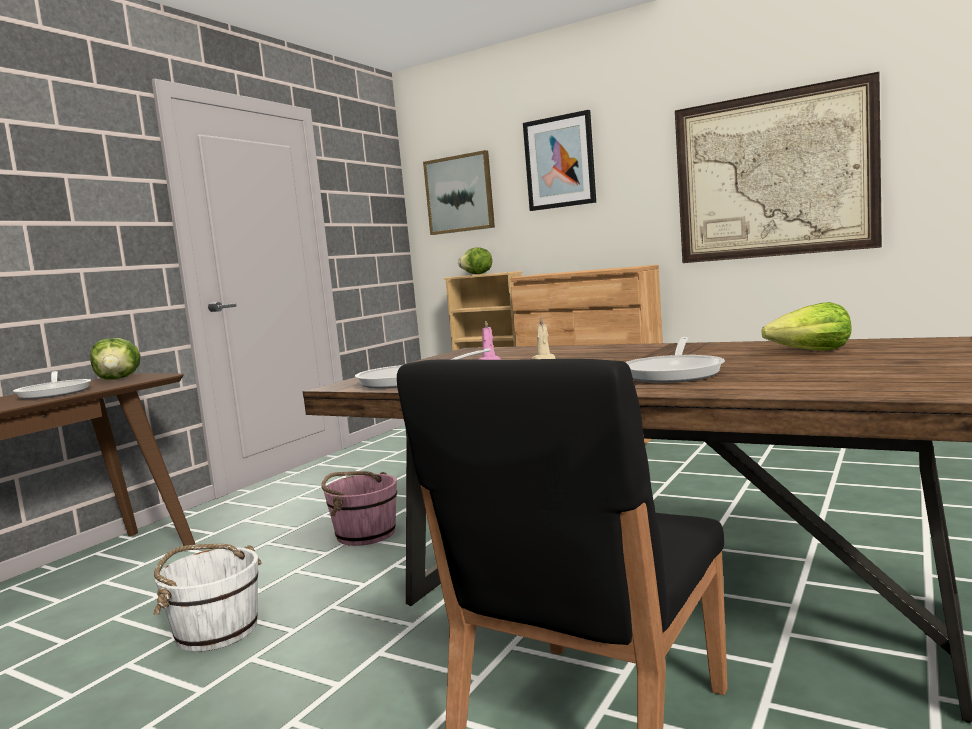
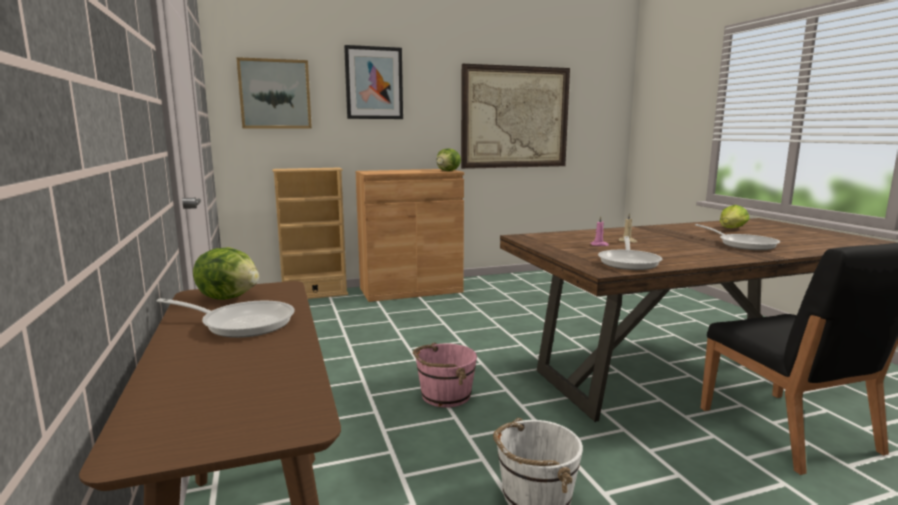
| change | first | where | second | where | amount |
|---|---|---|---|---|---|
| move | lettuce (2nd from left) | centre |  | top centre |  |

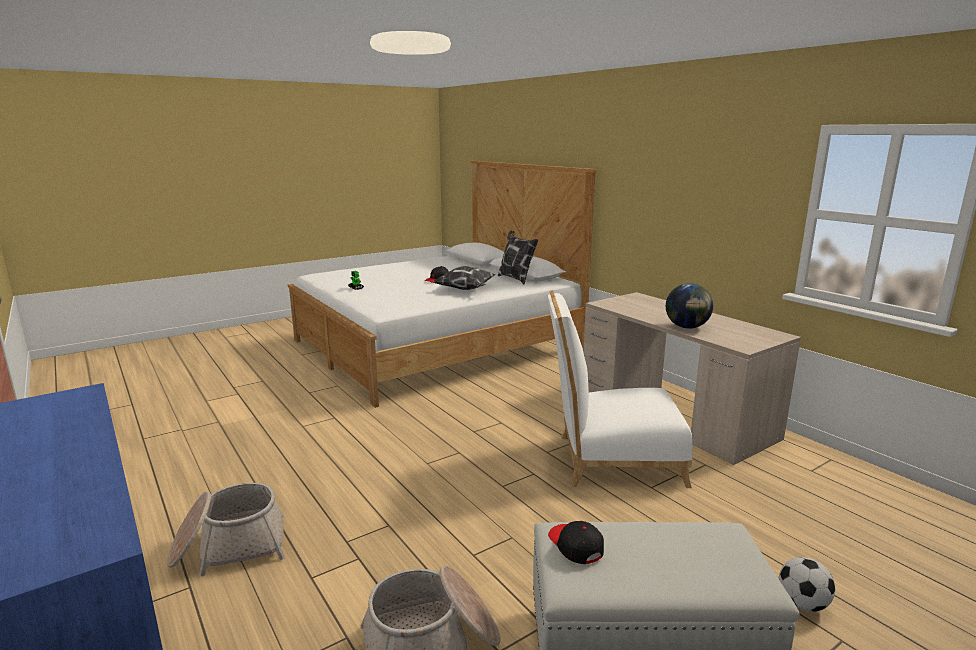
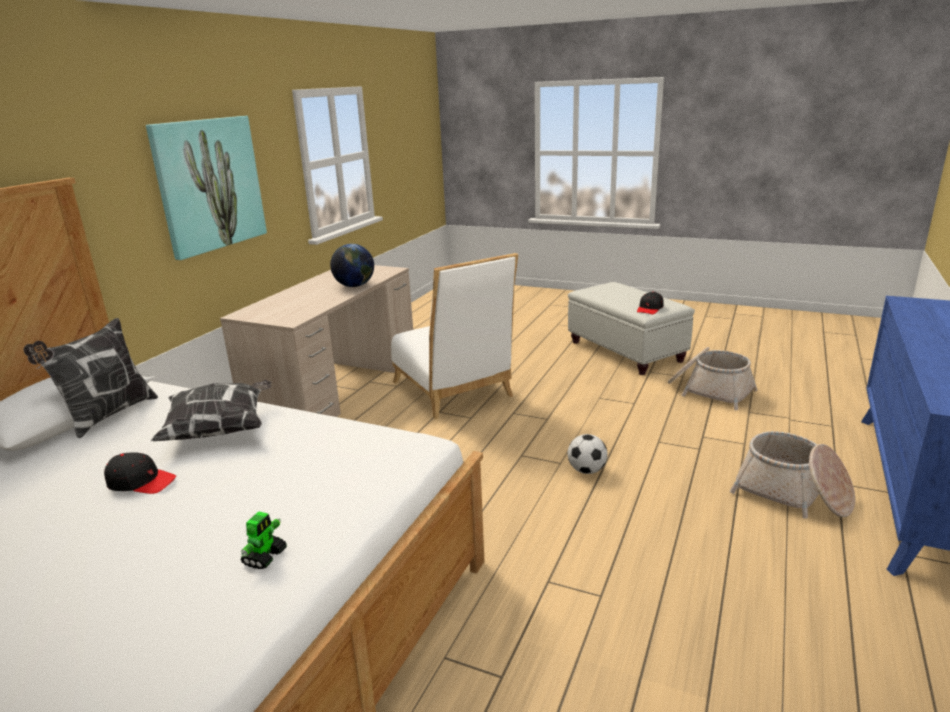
| change | first | where | second | where | amount |
|---|---|---|---|---|---|
| move | ball for football | bottom right |  | centre |  |
| insert |  |  | wall picture | top left |  |

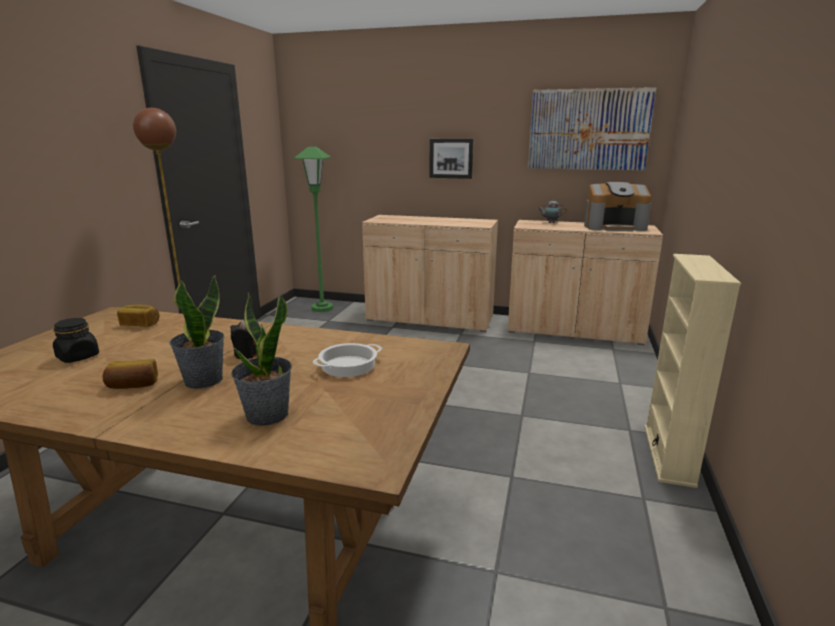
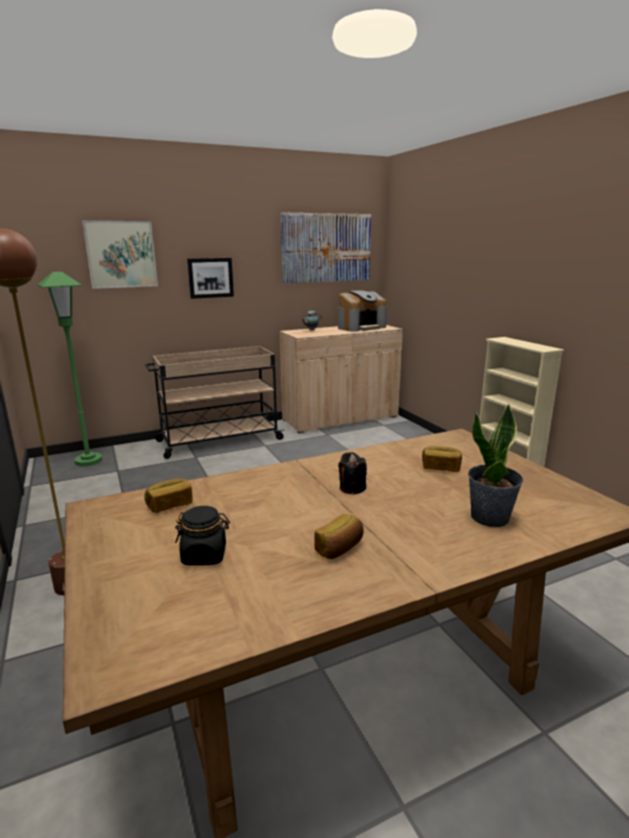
| change | first | where | second | where | amount |
|---|---|---|---|---|---|
| replace | beige-coloured storage cabinet (1st from left) | centre | beige-coloured cart | centre |  |
| delete | plant in a pot (1st from left) | middle left |  |  |  |
| replace | saucepot | centre | bread (3rd from left) | middle right |  |
| insert |  |  | wall picture (1st from left) | top left |  |

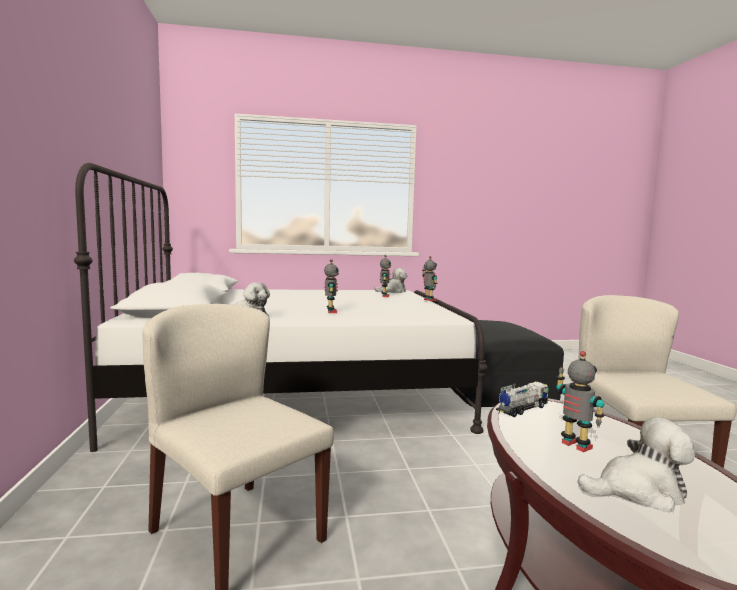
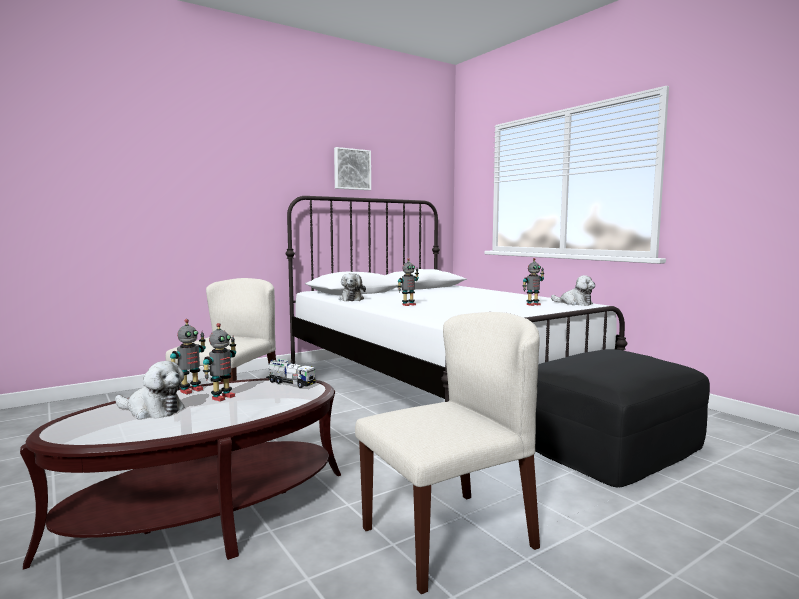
| change | first | where | second | where | amount |
|---|---|---|---|---|---|
| move | model robot (3rd from left in the first image) | centre | model robot (1st from left) | middle left |  |
| rotate | soft toy (3rd from left in the first image) | bottom right | soft toy (1st from left) | middle left | 45 degrees counterclockwise |
| insert |  |  | wall picture | top centre |  |

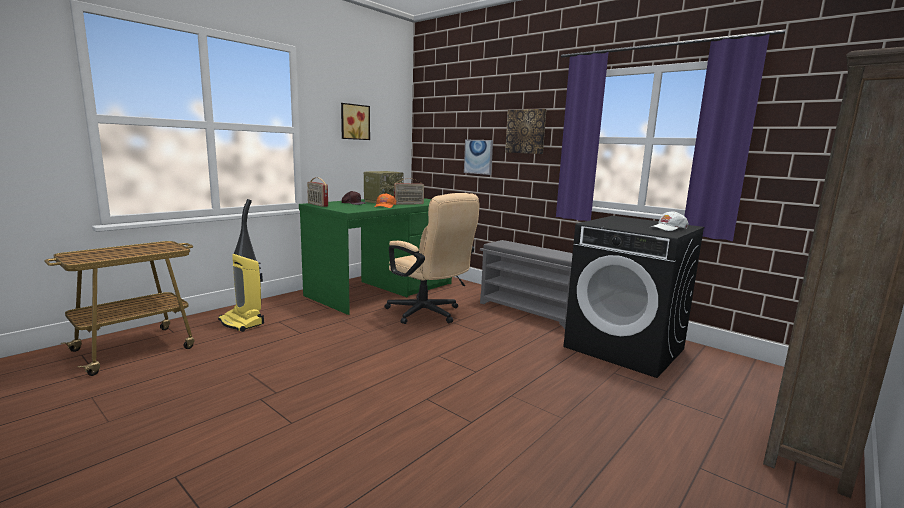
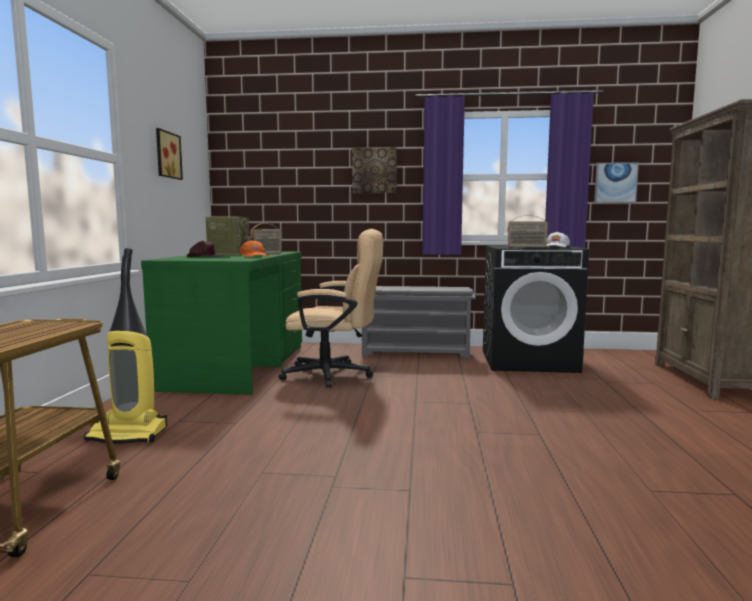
| change | first | where | second | where | amount |
|---|---|---|---|---|---|
| move | wall picture (2nd from left in the first image) | top centre | wall picture (3rd from left) | top right |  |
| move | radio receiver (1st from left in the first image) | centre | radio receiver (3rd from left) | middle right |  |

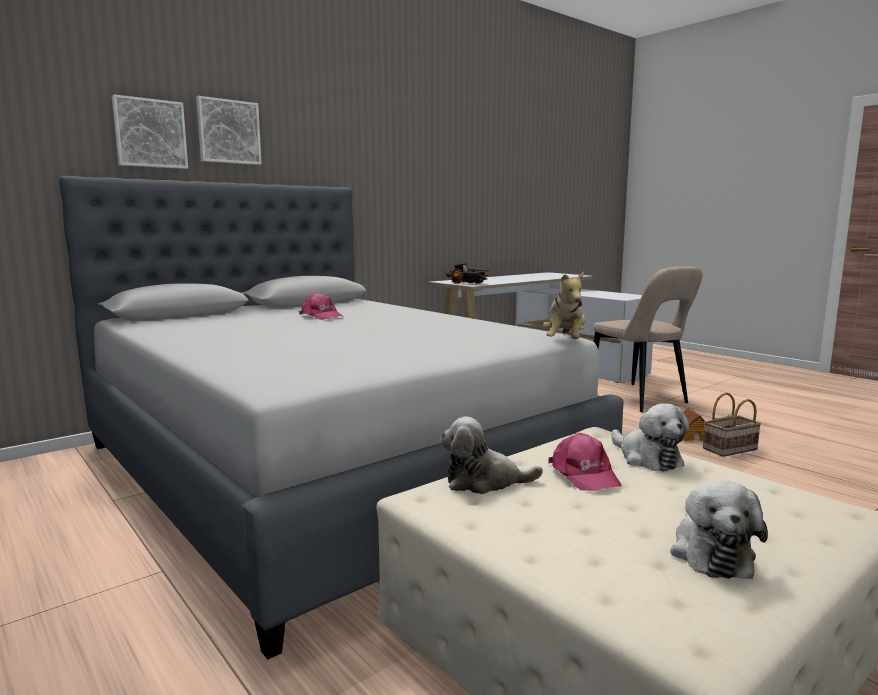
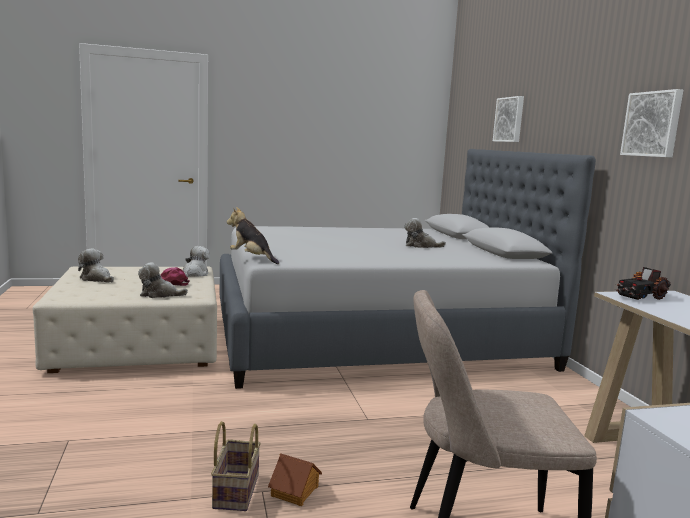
| change | first | where | second | where | amount |
|---|---|---|---|---|---|
| move | wall picture (2nd from left) | top left |  | top right |  |
| replace | pink peaked cap (1st from left) | centre | soft toy (5th from left) | centre |  |

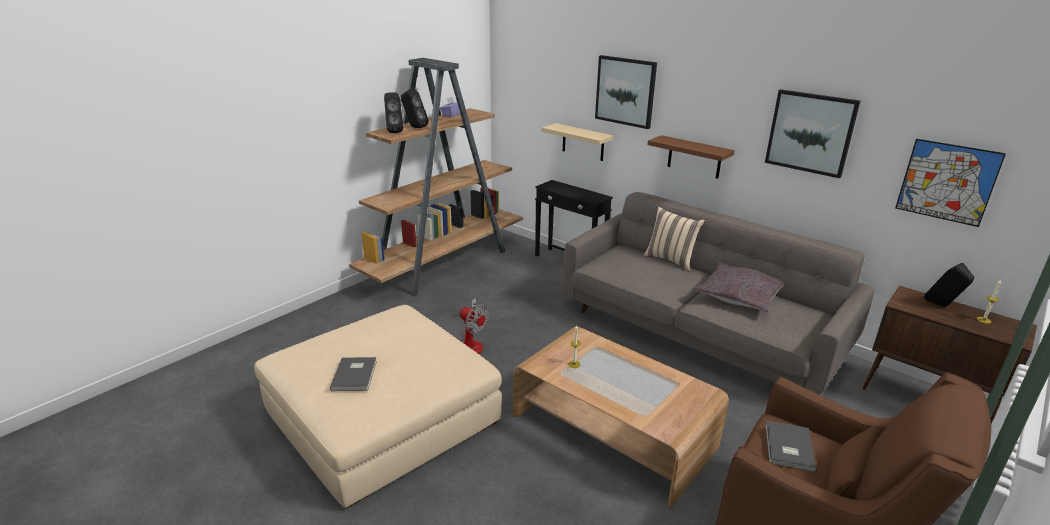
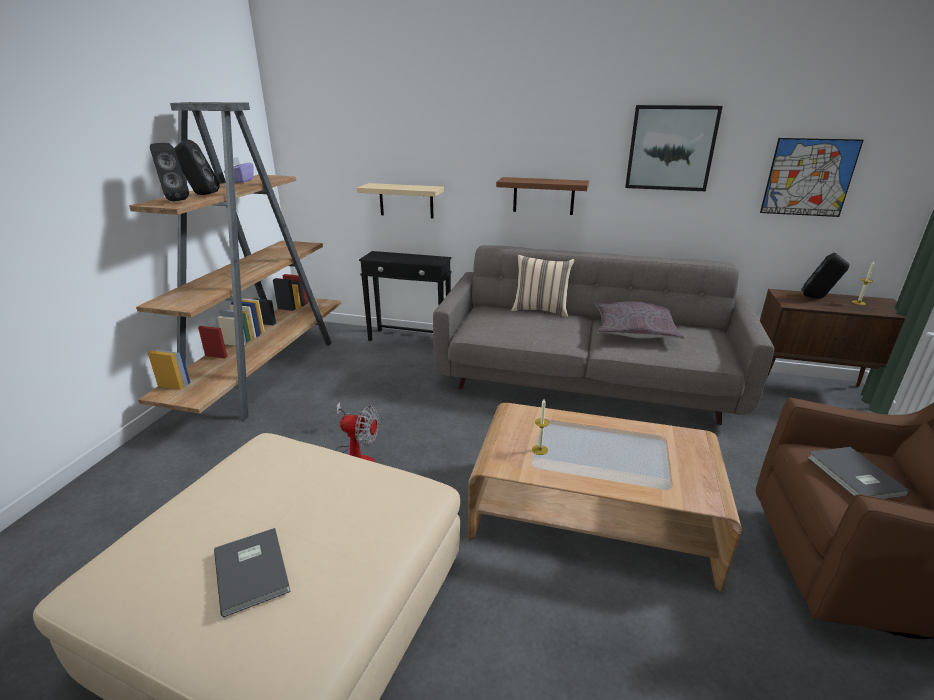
| change | first | where | second | where | amount |
|---|---|---|---|---|---|
| delete | wall picture (1st from left) | top centre |  |  |  |

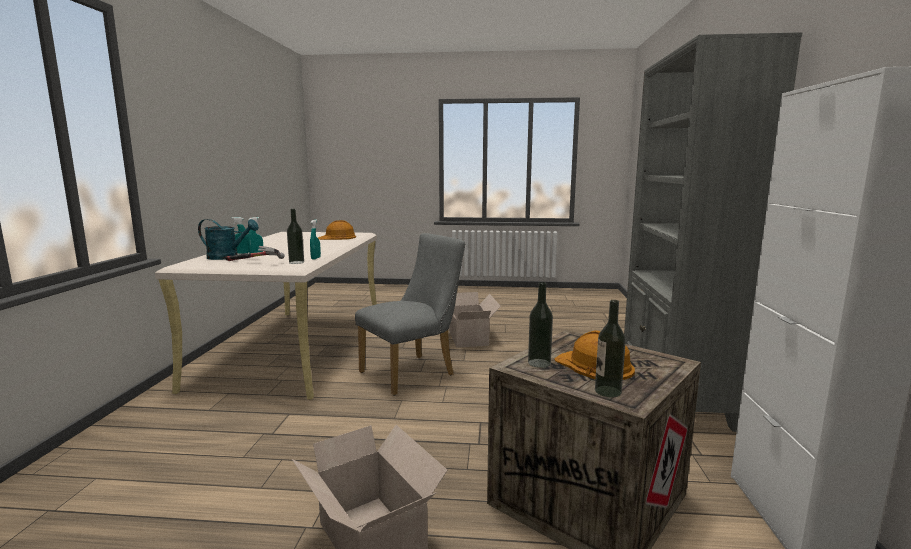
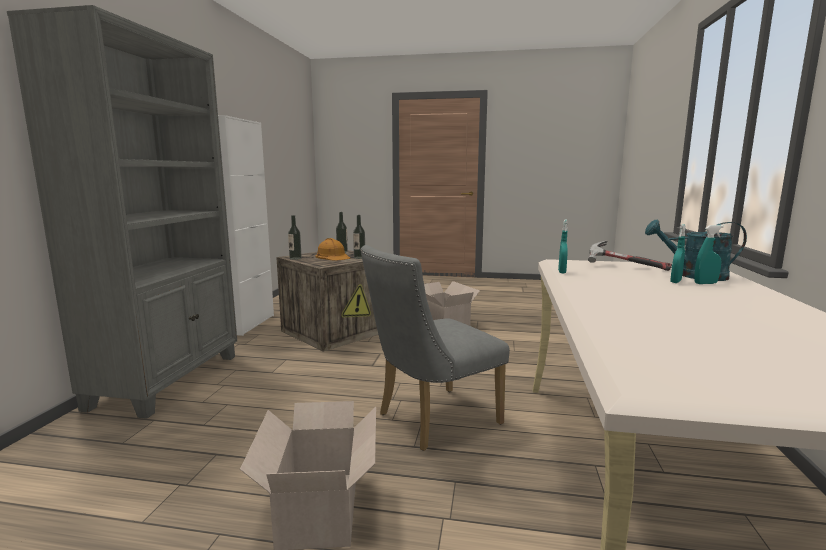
| change | first | where | second | where | amount |
|---|---|---|---|---|---|
| move | bottle (1st from left) | middle left |  | centre |  |
| delete | orange-coloured safety helmet (1st from left) | centre |  |  |  |

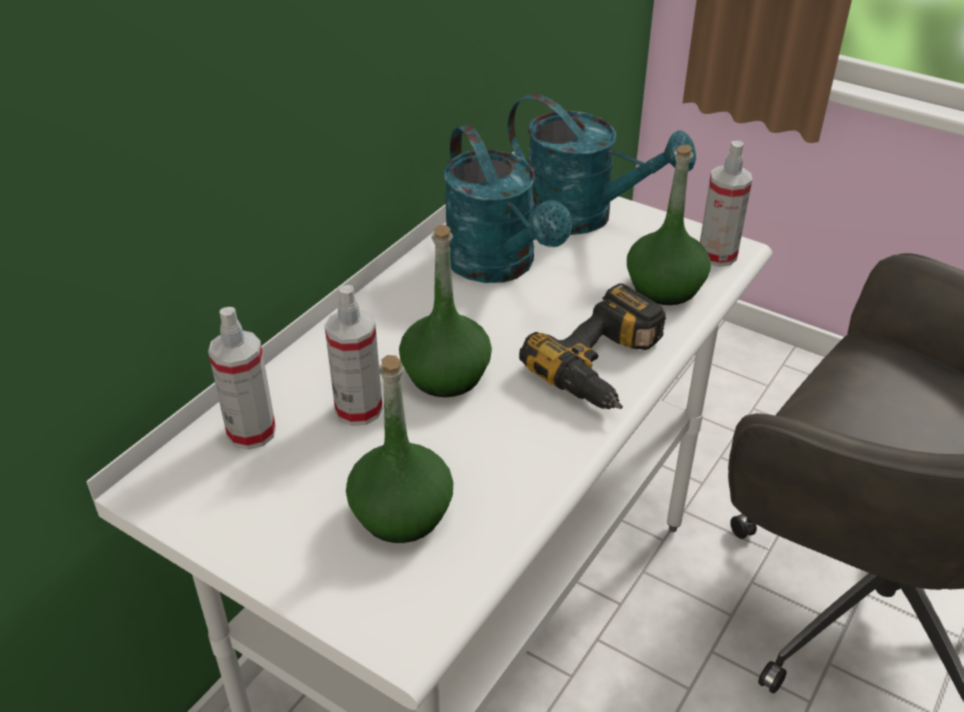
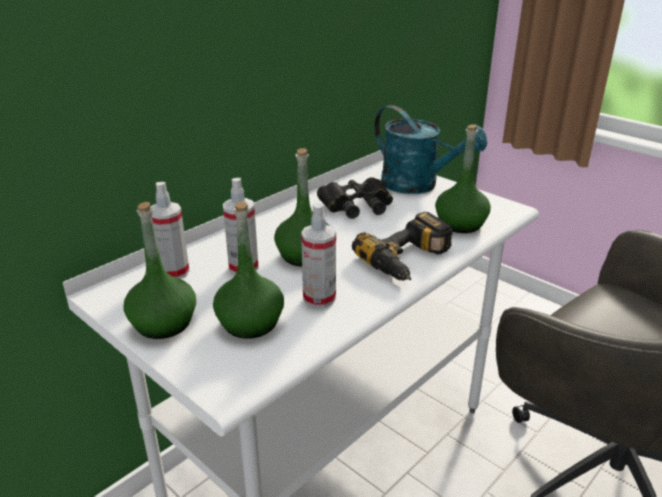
| change | first | where | second | where | amount |
|---|---|---|---|---|---|
| replace | turquoise watering pot (1st from left) | top centre | blackish binoculars | centre |  |
| move | spray bottle (3rd from left) | top right |  | centre |  |
| insert |  |  | green-coloured bottle (1st from left) | middle left |  |

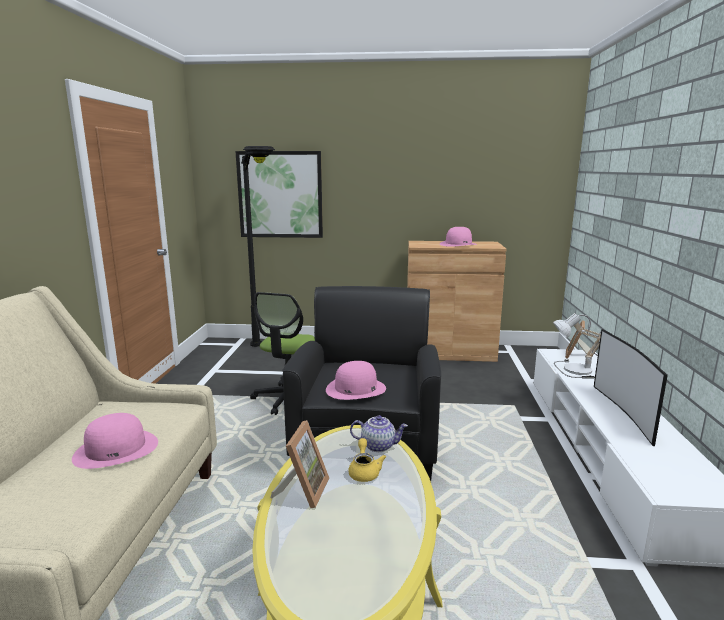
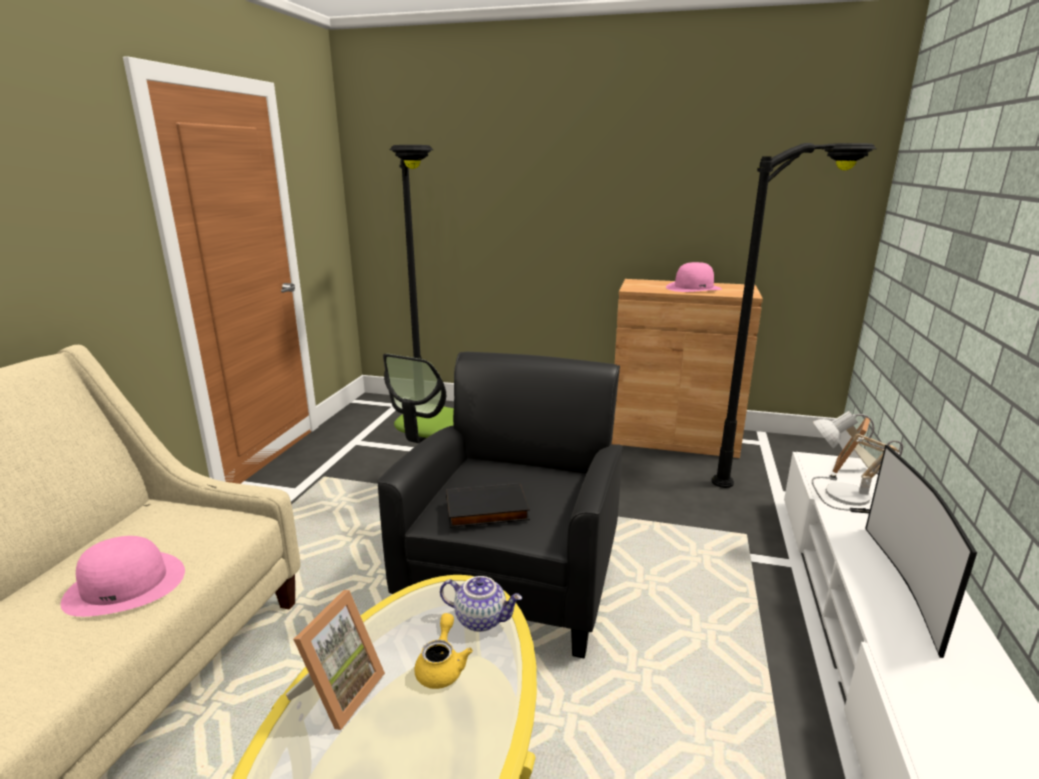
| change | first | where | second | where | amount |
|---|---|---|---|---|---|
| delete | wall picture | top centre |  |  |  |
| replace | pink wearable hat (2nd from left) | centre | blackish volume | centre |  |
| insert |  |  | blackish standing lamp (2nd from left) | middle right |  |

